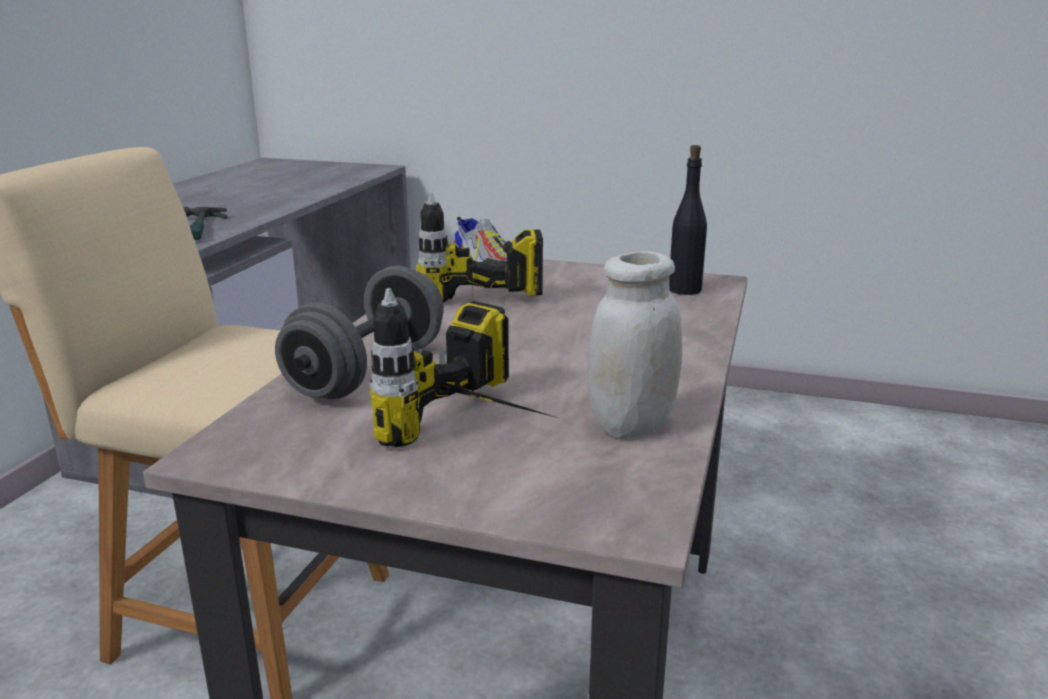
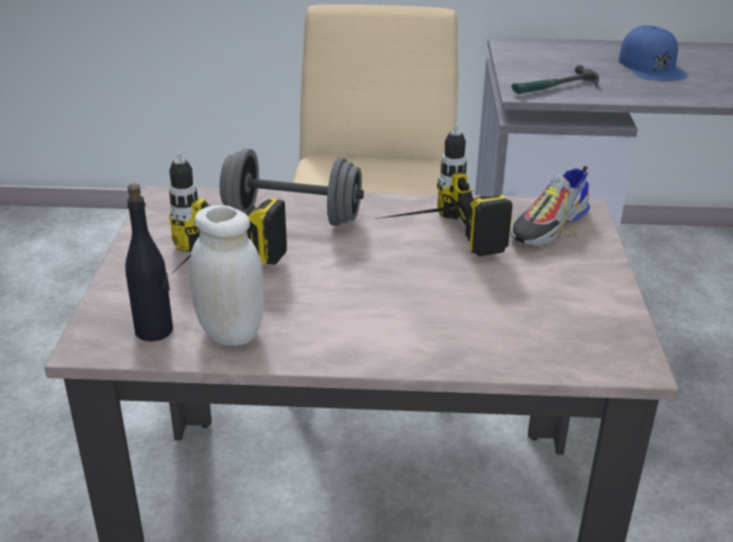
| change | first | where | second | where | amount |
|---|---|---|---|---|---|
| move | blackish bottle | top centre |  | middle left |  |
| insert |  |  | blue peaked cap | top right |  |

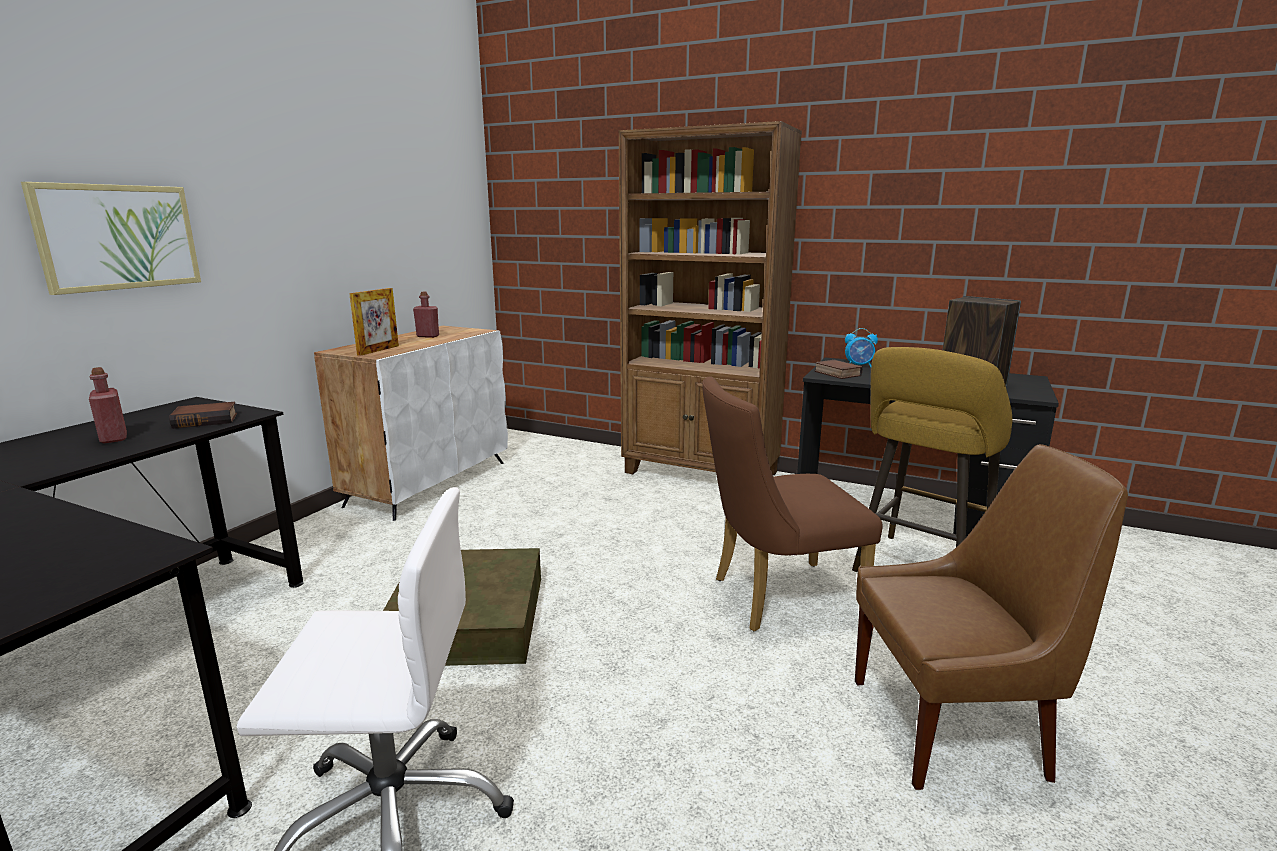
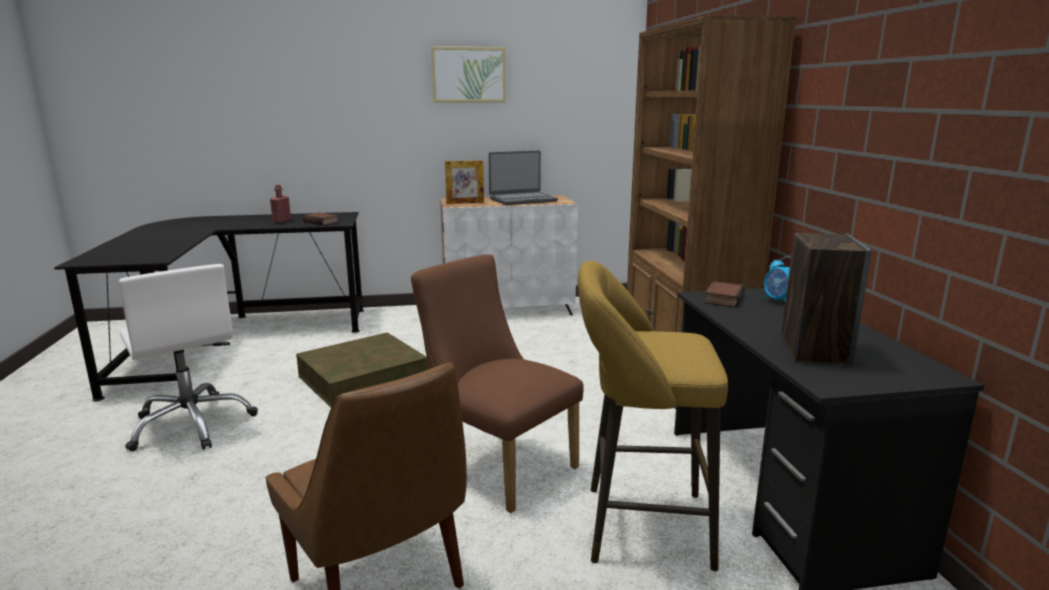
| change | first | where | second | where | amount |
|---|---|---|---|---|---|
| move | wall picture | top left |  | top centre |  |
| replace | red-coloured bottle (2nd from left) | centre | laptop | top centre |  |

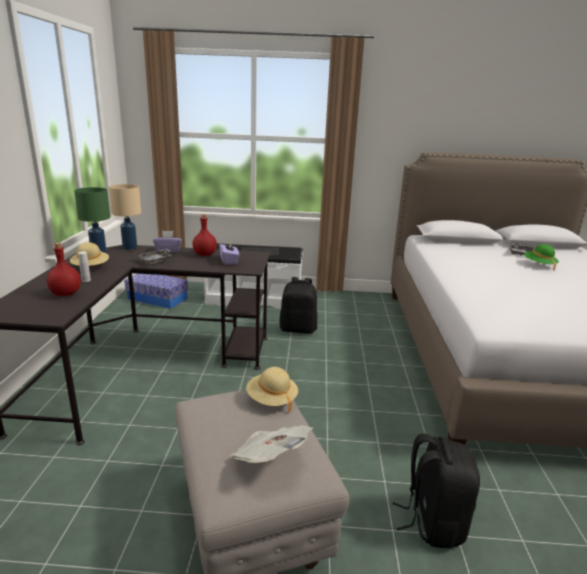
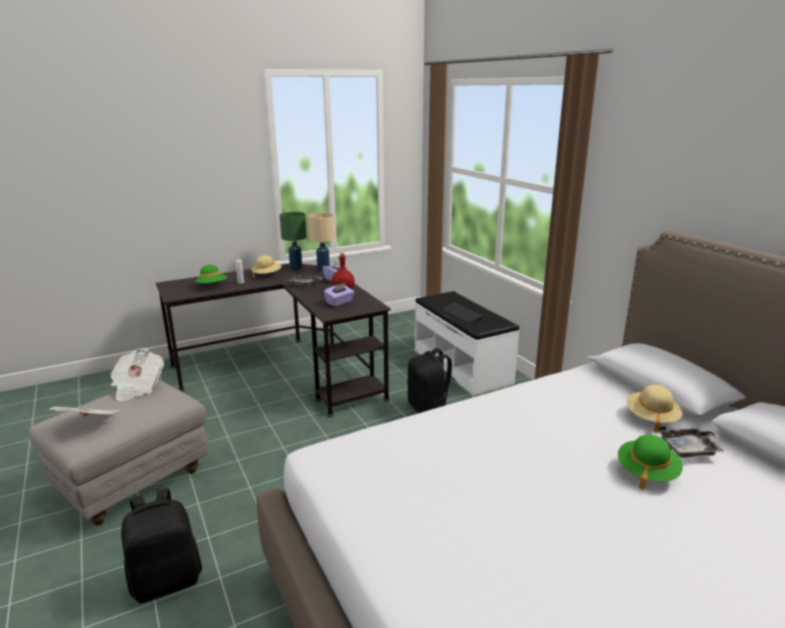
| change | first | where | second | where | amount |
|---|---|---|---|---|---|
| replace | red-coloured bottle (1st from left) | middle left | green-coloured wearable hat (1st from left) | middle left |  |
| delete | storage container | middle left |  |  |  |
| move | beige-coloured wearable hat (2nd from left) | bottom centre |  | middle right |  |
| insert |  |  | newspaper (2nd from left) | middle left |  |

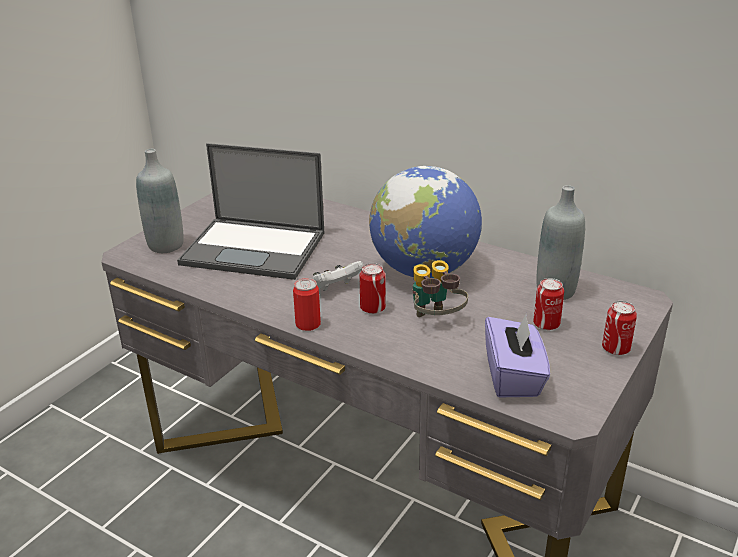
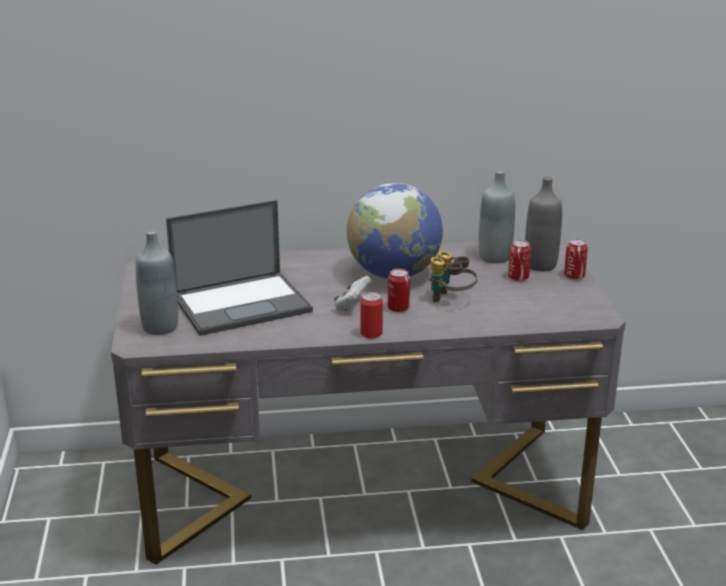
| change | first | where | second | where | amount |
|---|---|---|---|---|---|
| delete | purple-coloured tissue box | middle right |  |  |  |
| insert |  |  | greyish bottle (3rd from left) | middle right |  |

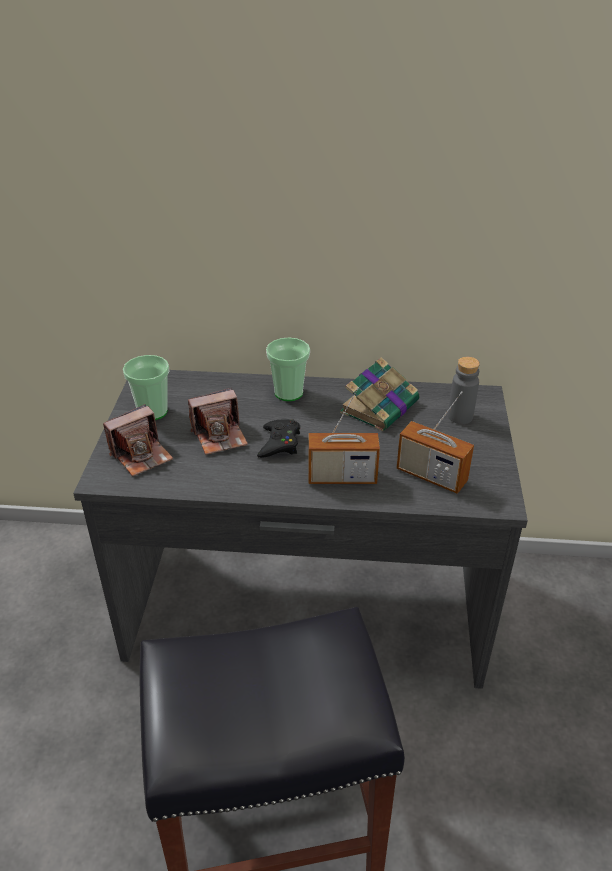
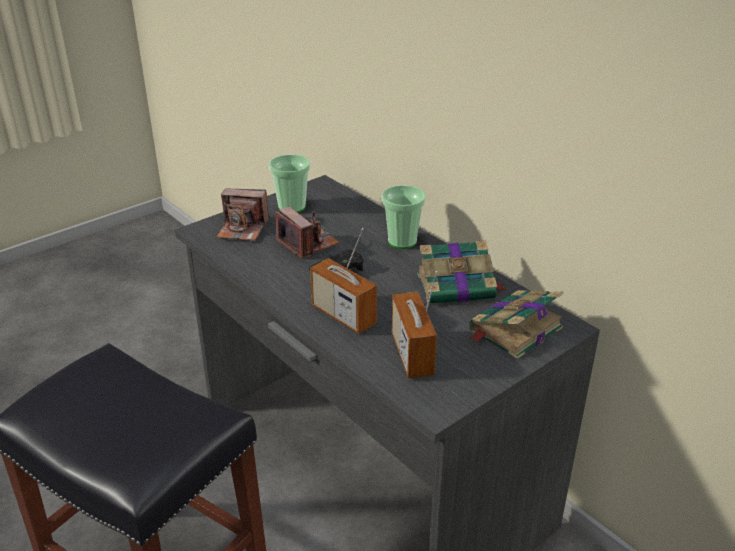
| change | first | where | second | where | amount |
|---|---|---|---|---|---|
| replace | greyish bottle | middle right | volume (2nd from left) | middle right |  |
| rotate | still camera (2nd from left) | centre |  | centre | 150 degrees counterclockwise |

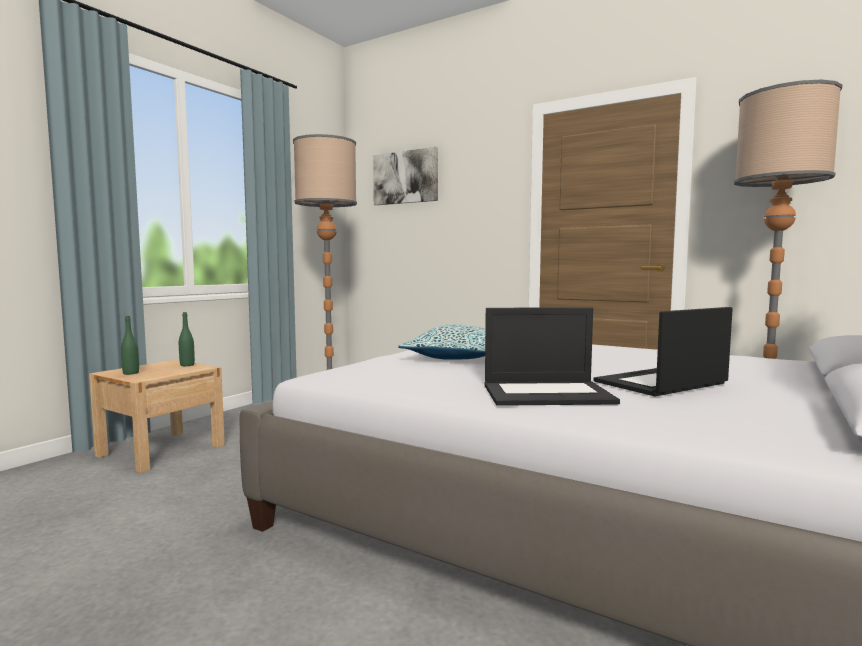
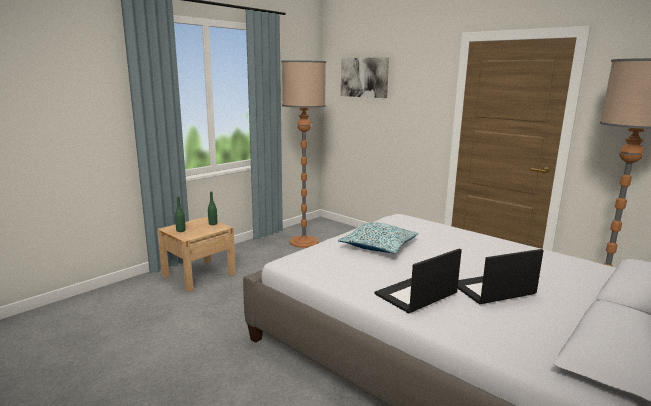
| change | first | where | second | where | amount |
|---|---|---|---|---|---|
| rotate | laptop (1st from left) | centre |  | bottom centre | 135 degrees clockwise |

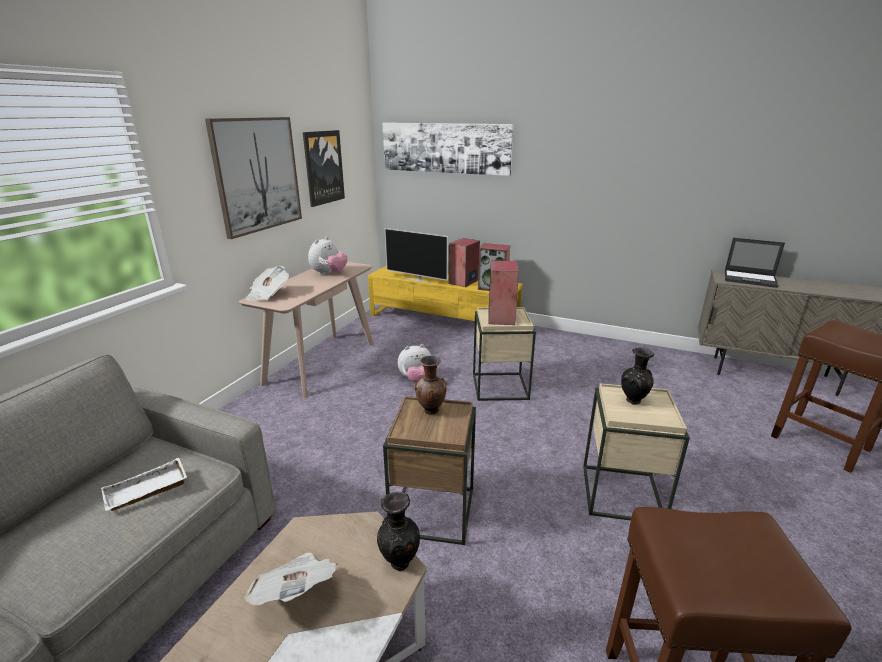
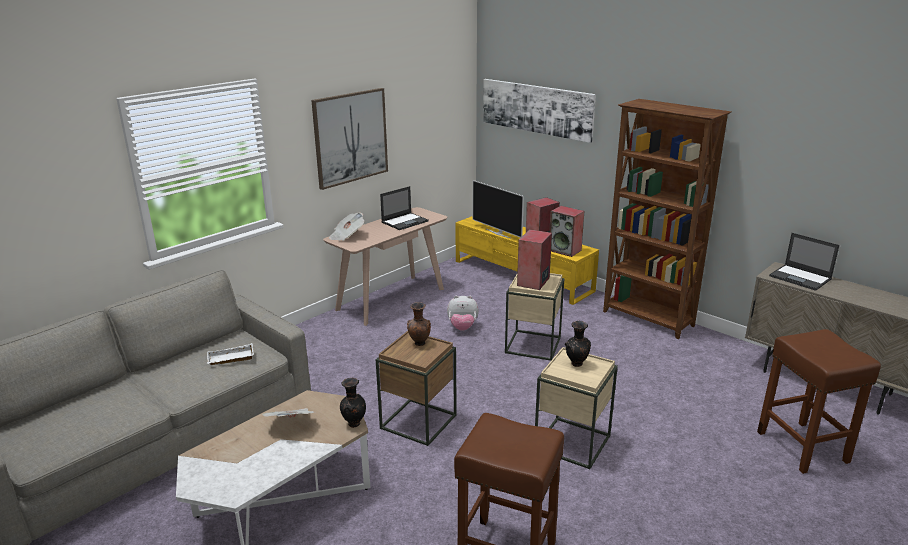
| change | first | where | second | where | amount |
|---|---|---|---|---|---|
| delete | wall picture (2nd from left) | top centre |  |  |  |
| replace | soft toy (1st from left) | centre | laptop (1st from left) | centre |  |
| insert |  |  | brownish shelving unit | middle right |  |

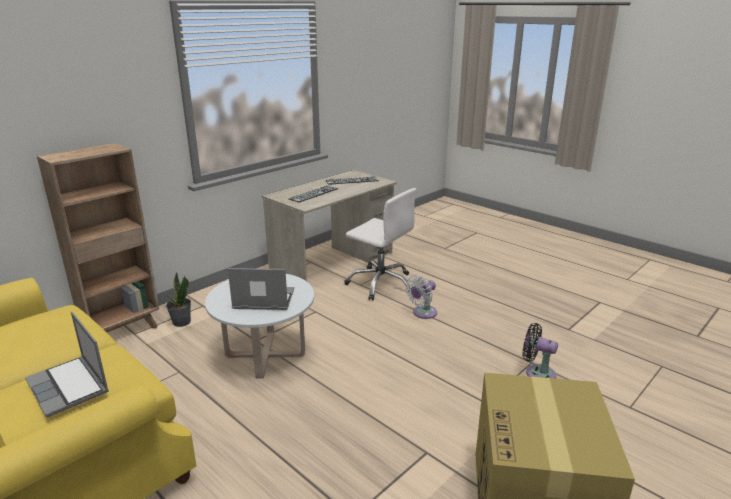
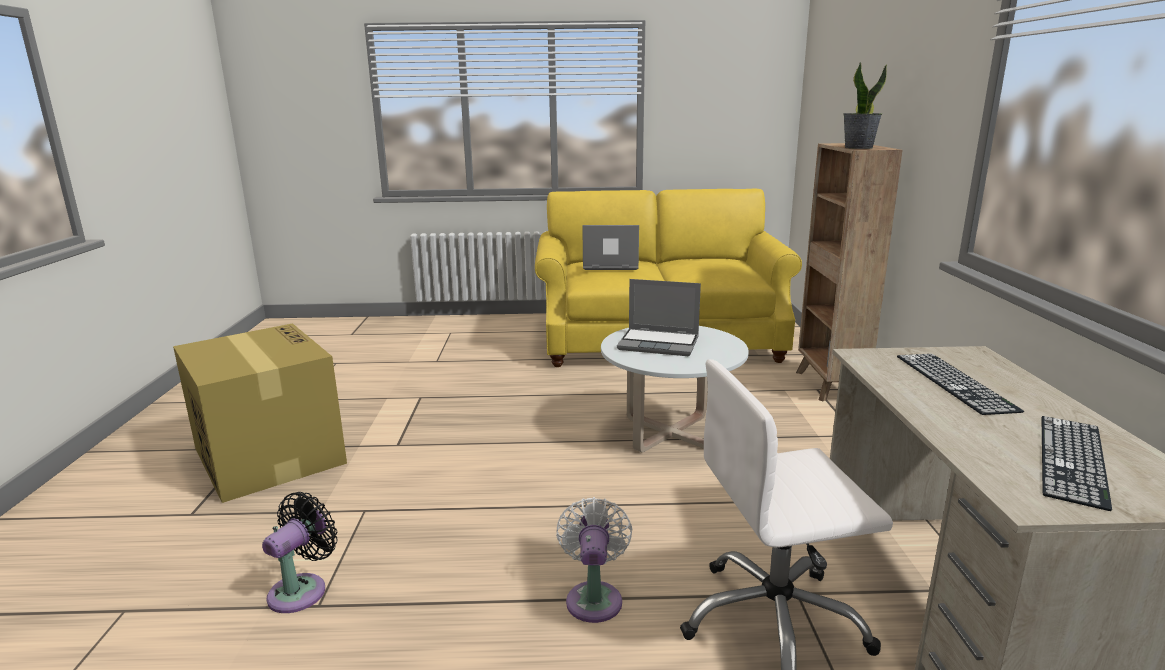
| change | first | where | second | where | amount |
|---|---|---|---|---|---|
| rotate | laptop (2nd from left) | centre |  | centre | 60 degrees clockwise |
| move | plant in a pot | middle left |  | top right |  |
| rotate | blackish fan | bottom right |  | bottom left | 45 degrees counterclockwise |

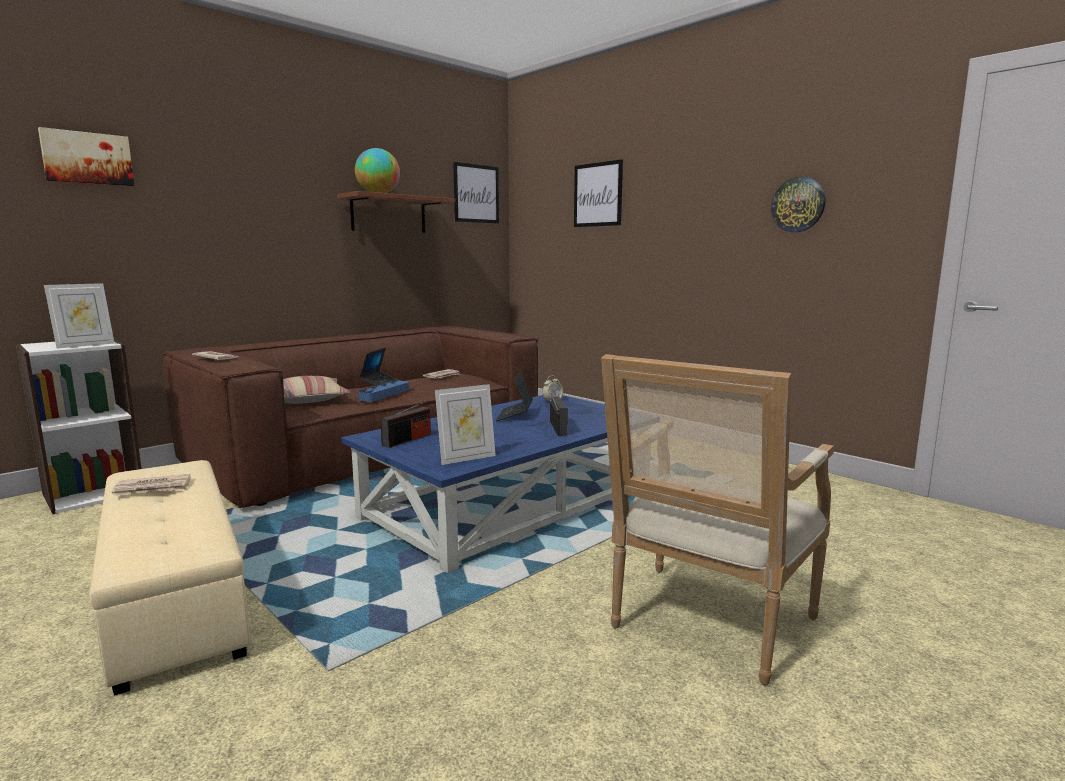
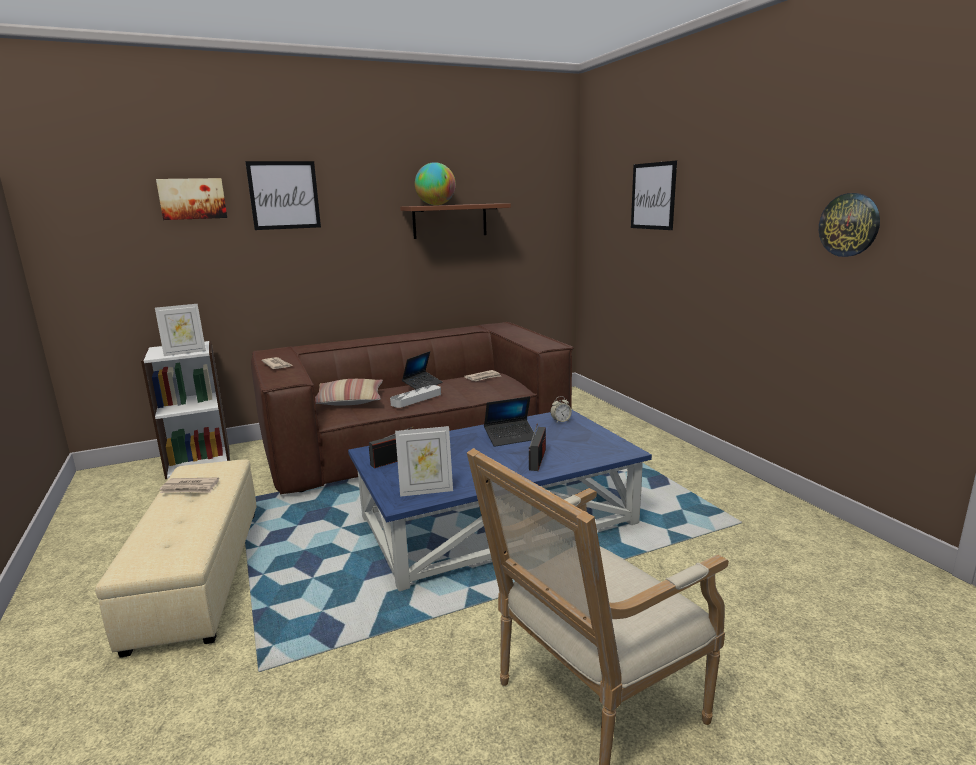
| change | first | where | second | where | amount |
|---|---|---|---|---|---|
| move | wall picture (2nd from left) | top centre |  | top left |  |
| rotate | laptop (2nd from left) | centre |  | centre | 135 degrees counterclockwise |
| recolor | blue serving tray | centre | greyish serving tray | centre |  |

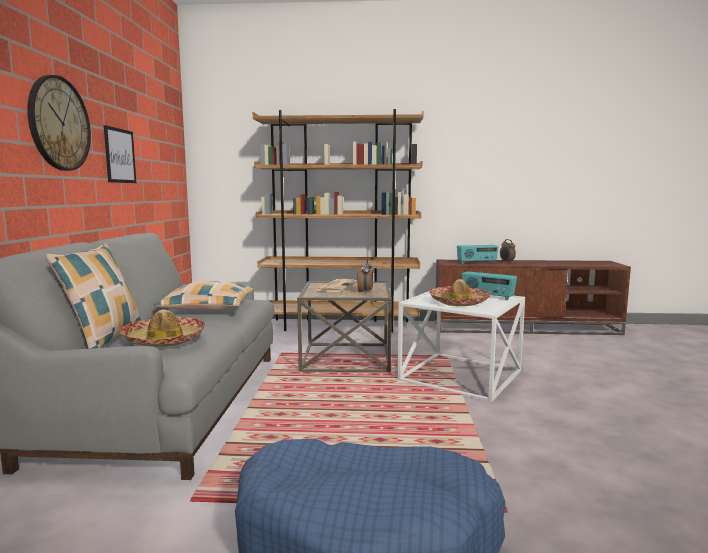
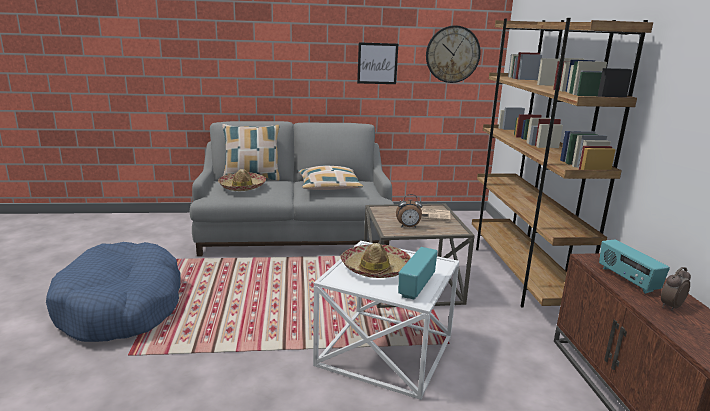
| change | first | where | second | where | amount |
|---|---|---|---|---|---|
| move | clock on the wall | top left |  | top centre |  |

